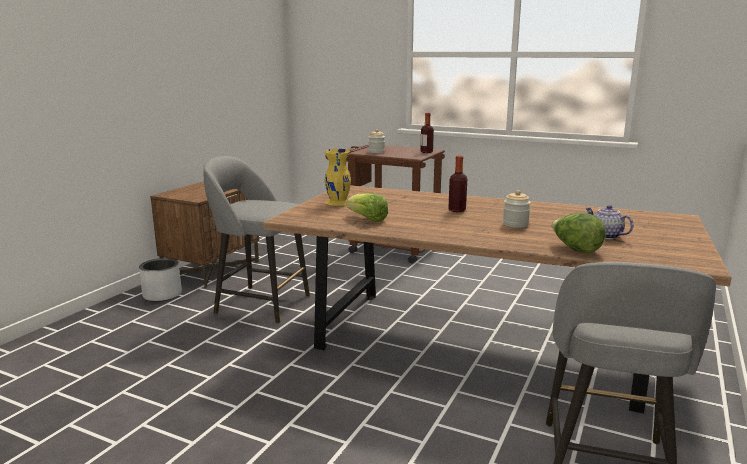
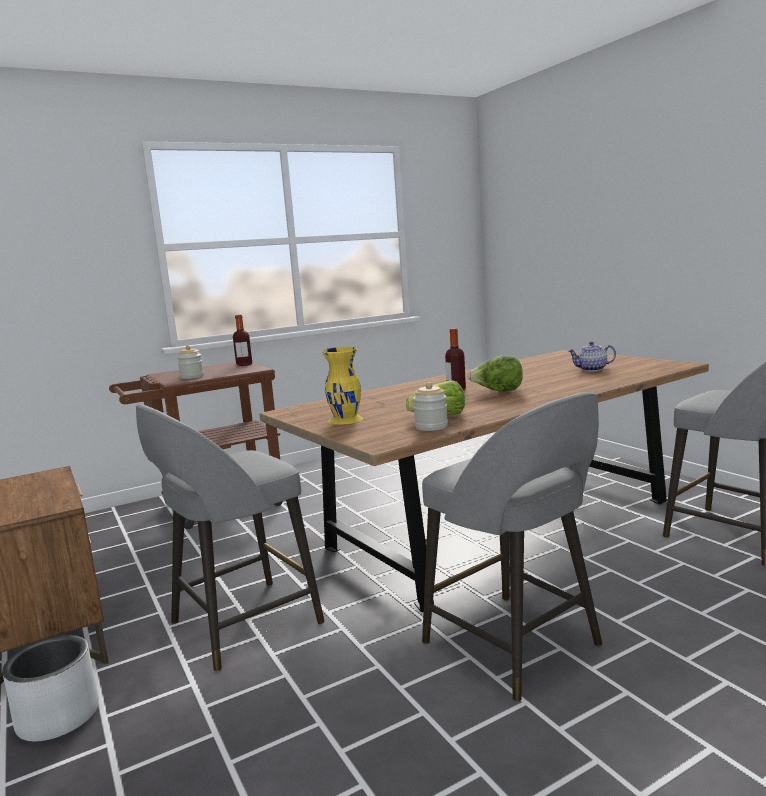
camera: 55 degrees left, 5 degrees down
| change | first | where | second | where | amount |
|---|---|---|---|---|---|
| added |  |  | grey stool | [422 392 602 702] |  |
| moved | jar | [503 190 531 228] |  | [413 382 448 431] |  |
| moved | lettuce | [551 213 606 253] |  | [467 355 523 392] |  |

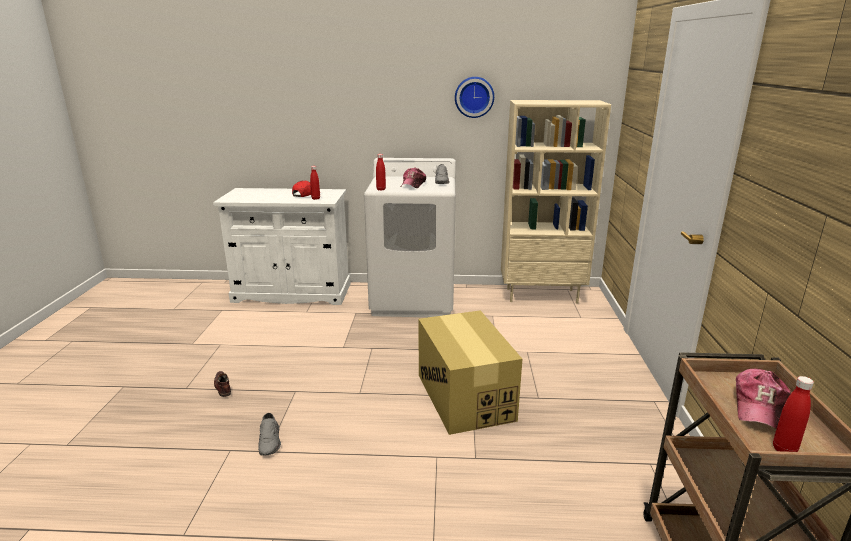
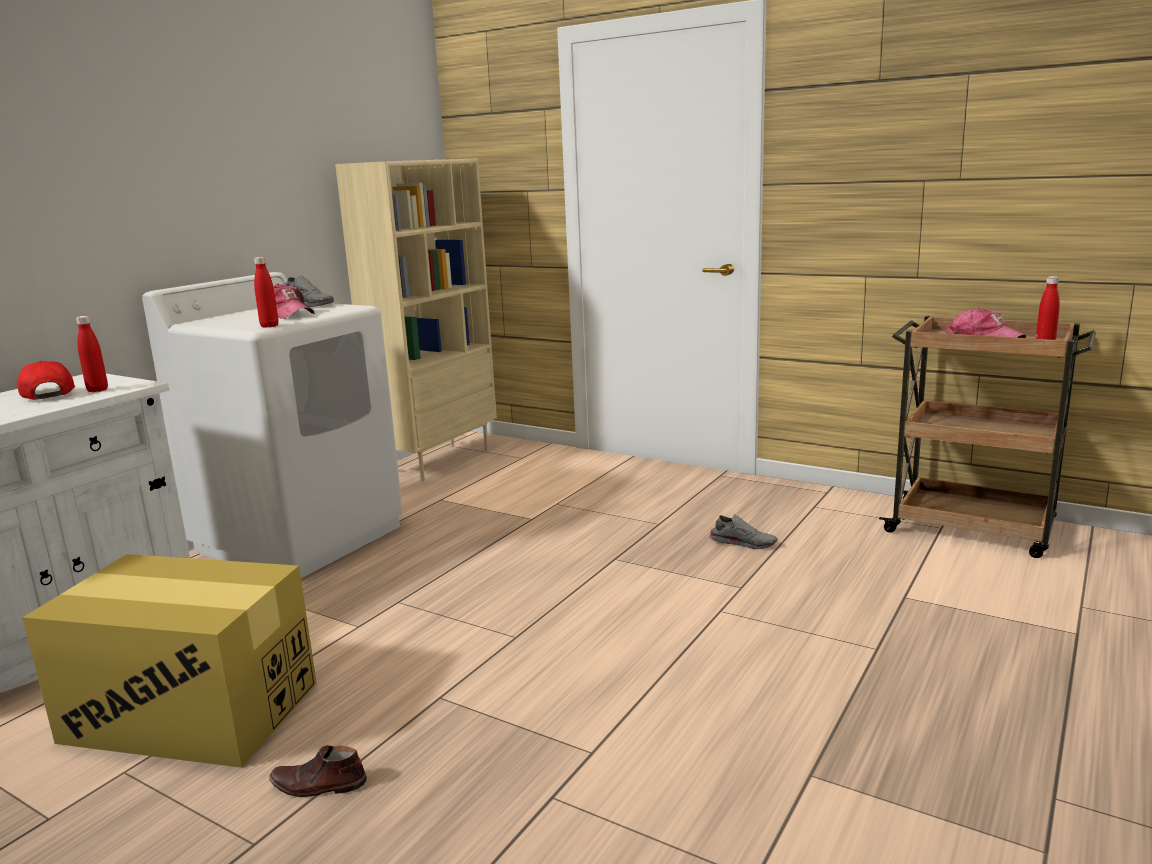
camera: 60 degrees left, 5 degrees down
| change | first | where | second | where | amount |
|---|---|---|---|---|---|
| removed | wall clock | [455 77 494 118] |  |  |  |
| moved | grey shoe | [258 413 281 456] |  | [709 514 778 549] |  |
| moved | cardboard box | [418 310 522 435] |  | [22 554 317 768] |  |

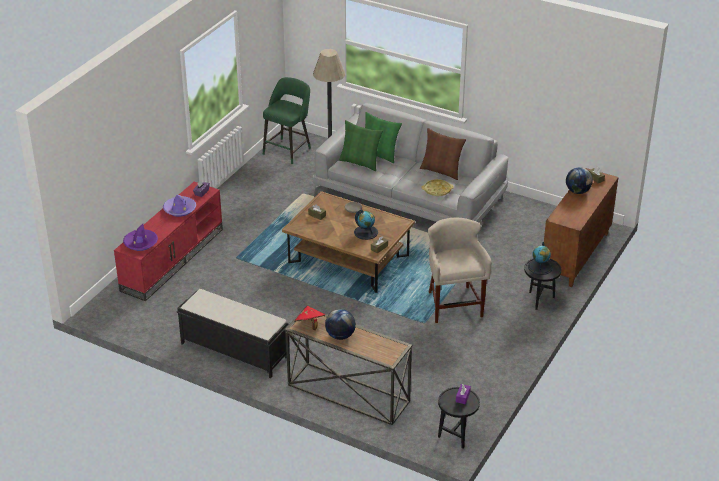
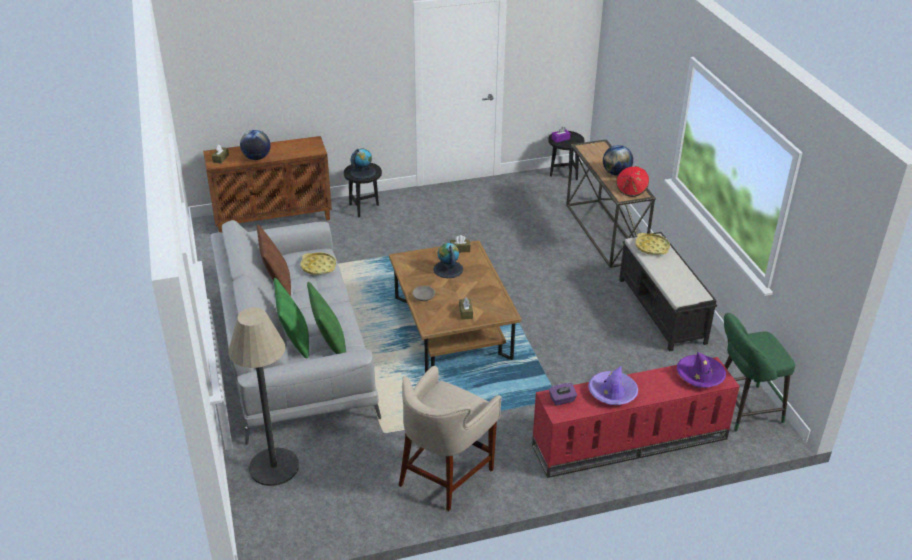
camera: 135 degrees left, 0 degrees up
| change | first | where | second | where | amount |
|---|---|---|---|---|---|
| added |  |  | yellow tray | [635 233 670 255] |  |
| moved | green stool | [263 77 311 164] |  | [724 313 795 431] |  |
| moved | beige stool | [428 218 492 323] |  | [398 366 502 511] |  |

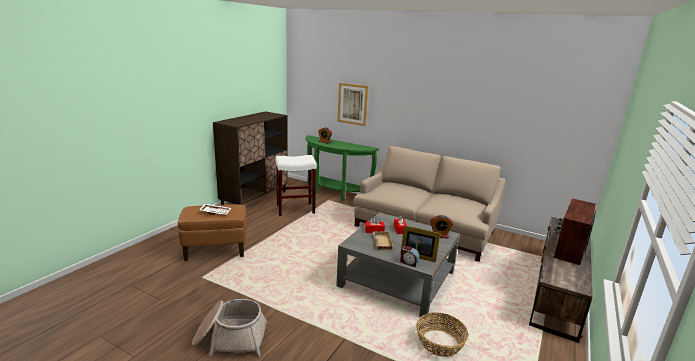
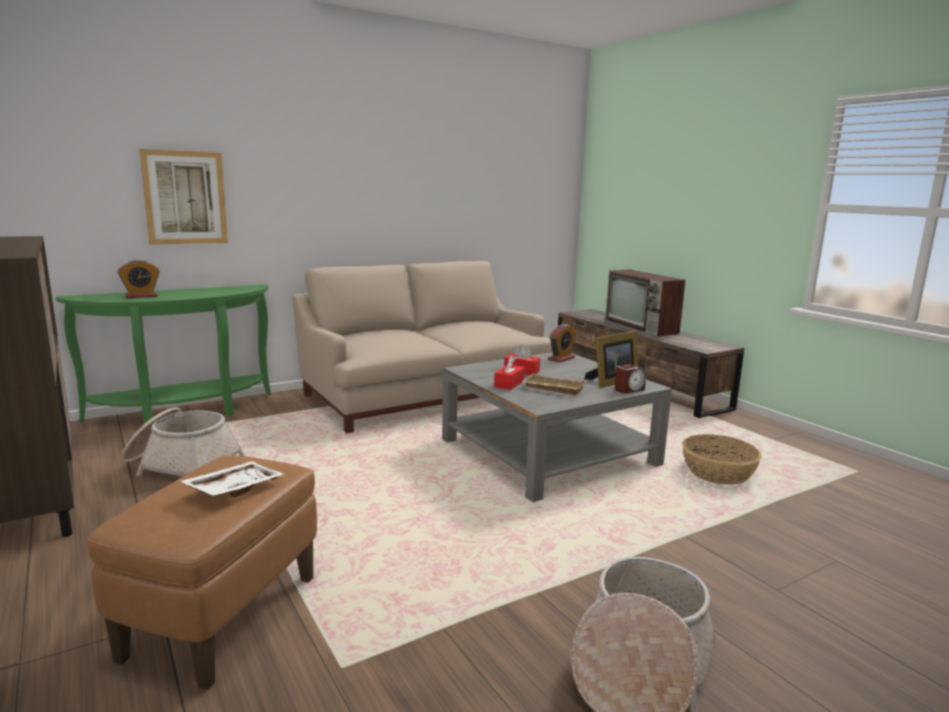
camera: 60 degrees left, 5 degrees down
| change | first | where | second | where | amount |
|---|---|---|---|---|---|
| replaced | white stool | [275 155 317 216] | basket | [122 407 245 476] |  |

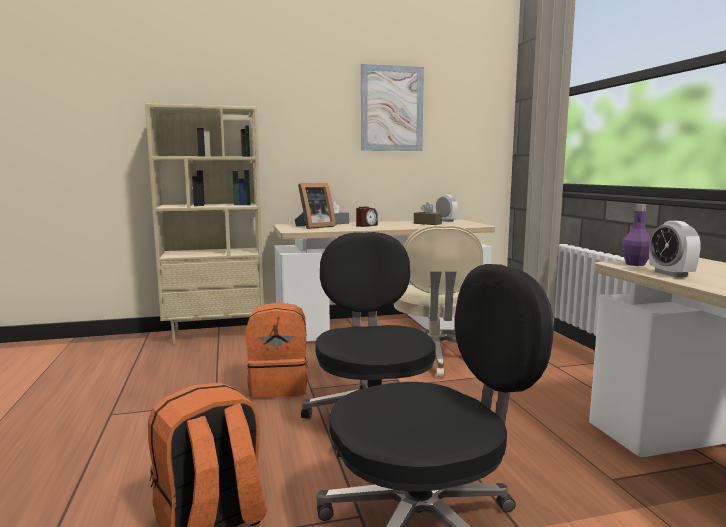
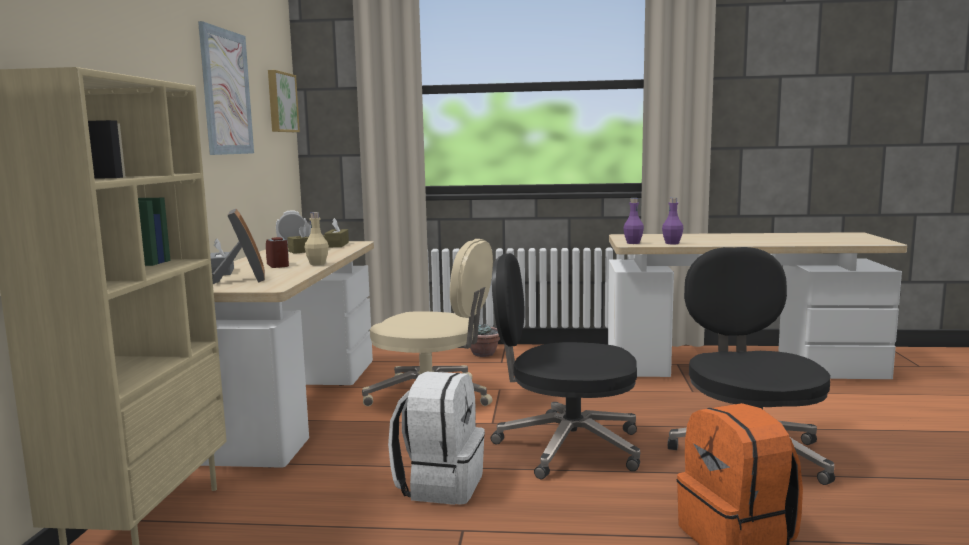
camera: 70 degrees left, 0 degrees up
| change | first | where | second | where | amount |
|---|---|---|---|---|---|
| added |  |  | picture | [268 70 300 132] |  |
| added |  |  | beige bottle | [305 212 329 265] |  |
| added |  |  | brown tissue box | [324 218 349 247] |  |
| added |  |  | potted plant | [470 324 500 357] |  |
| replaced | alarm clock | [649 221 701 277] | purple bottle | [662 198 683 244] |  |
| recoloured | orange backpack | [246 302 308 398] | white backpack | [388 371 485 505] |  |

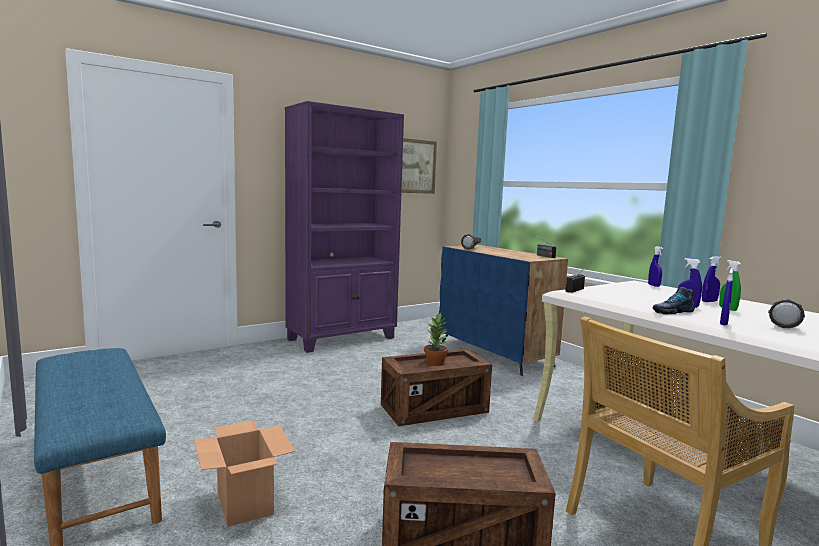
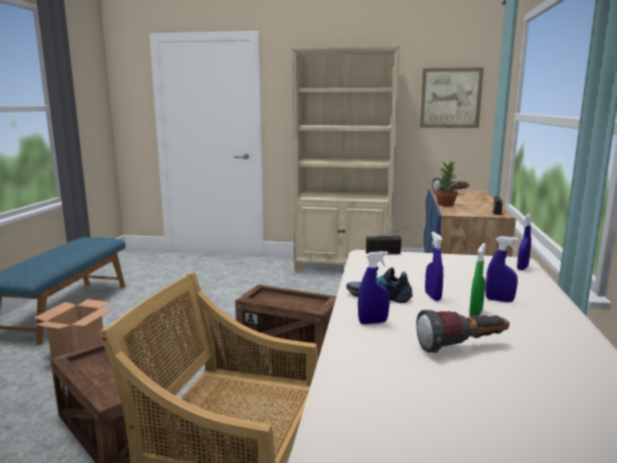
camera: 45 degrees right, 5 degrees up
| change | first | where | second | where | amount |
|---|---|---|---|---|---|
| moved | potted plant | [424 312 449 365] |  | [435 159 458 206] |  |
| recoloured | purple bookcase | [285 101 404 353] | beige bookcase | [292 46 400 273] |  |

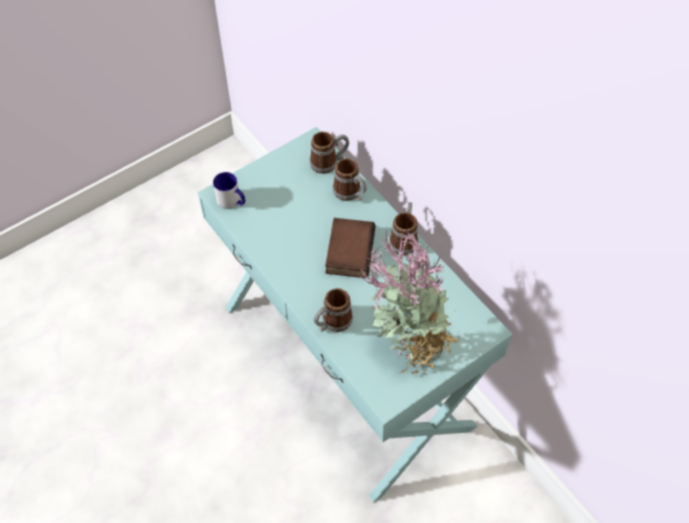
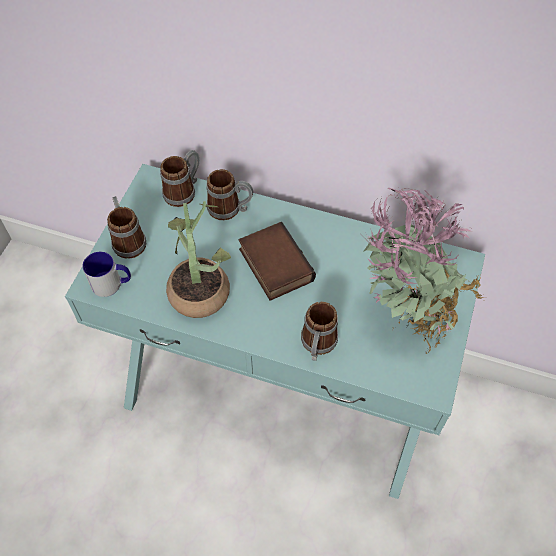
camera: 35 degrees left, 0 degrees up
| change | first | where | second | where | amount |
|---|---|---|---|---|---|
| added |  |  | potted plant | [166 201 231 318] |  |
| moved | mug | [389 202 418 255] |  | [107 196 146 259] |  |

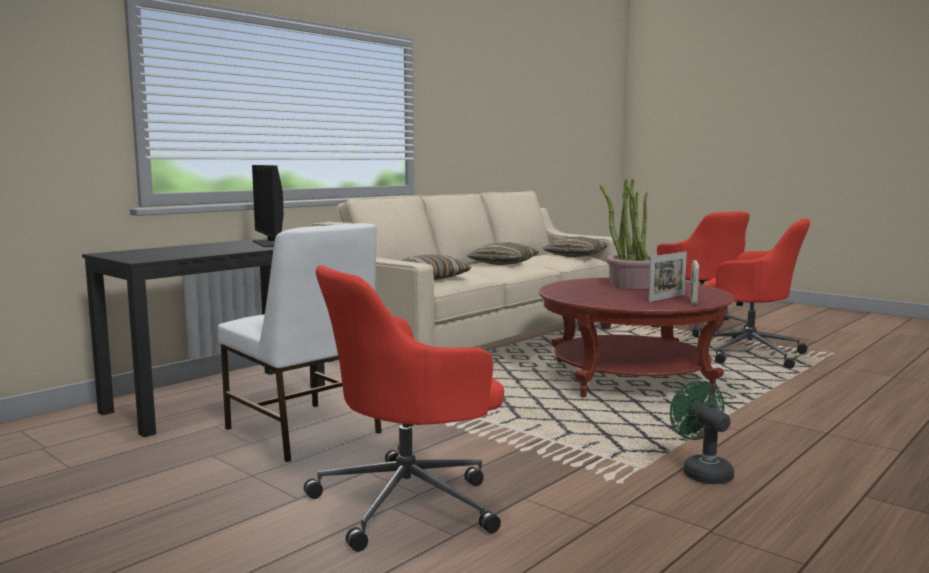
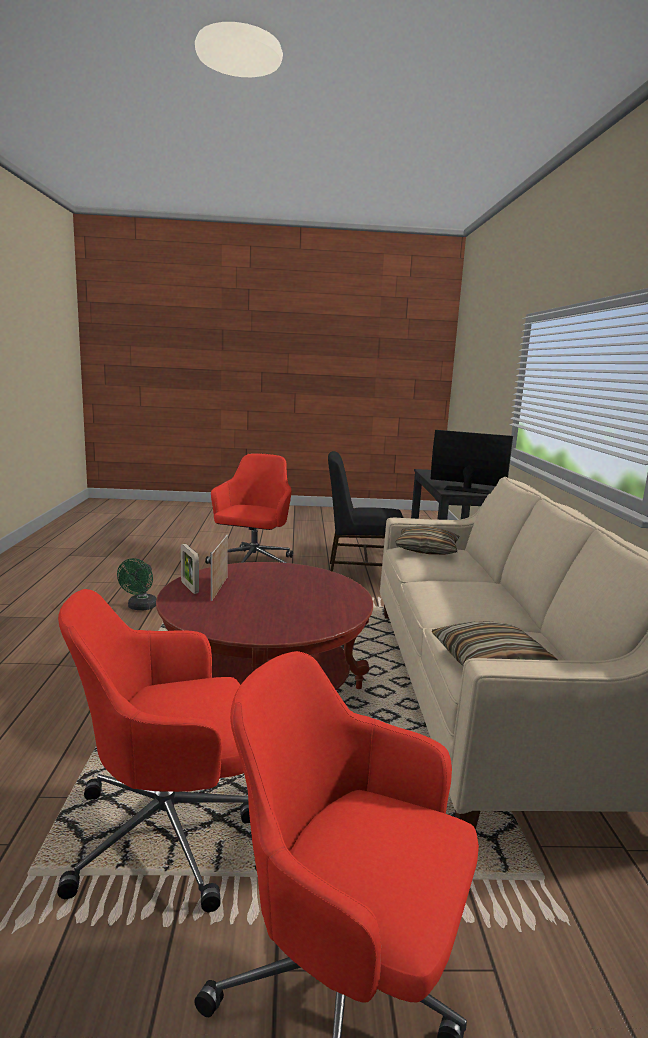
camera: 135 degrees right, 5 degrees up
| change | first | where | second | where | amount |
|---|---|---|---|---|---|
| removed | pillow | [466 242 539 265] |  |  |  |
| removed | potted plant | [600 179 651 289] |  |  |  |
| recoloured | white chair | [218 223 382 462] | black chair | [328 451 403 572] |  |
| turned | green fan | [670 380 734 484] |  | [117 558 157 610] | 75 degrees clockwise |

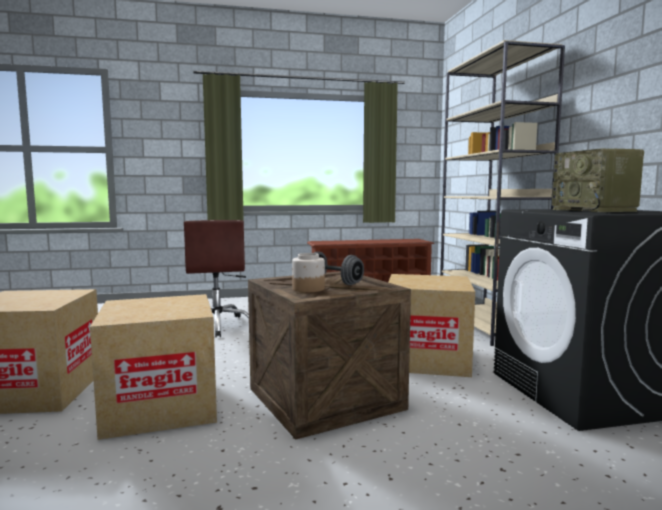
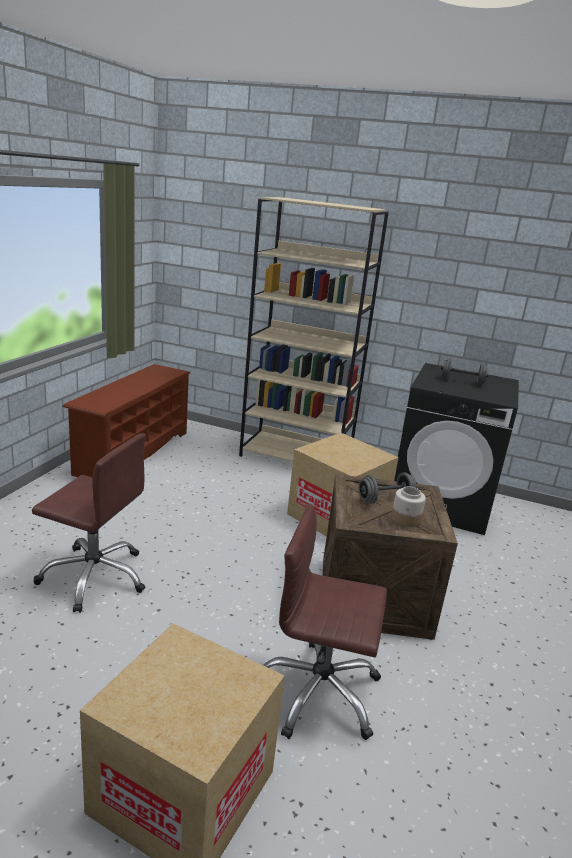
camera: 60 degrees left, 15 degrees up
| change | first | where | second | where | amount |
|---|---|---|---|---|---|
| replaced | cardboard box | [90 294 217 440] | brown office chair | [263 504 387 740] |  |
| replaced | radio | [552 148 644 212] | grey dumbbell | [441 358 489 385] |  |

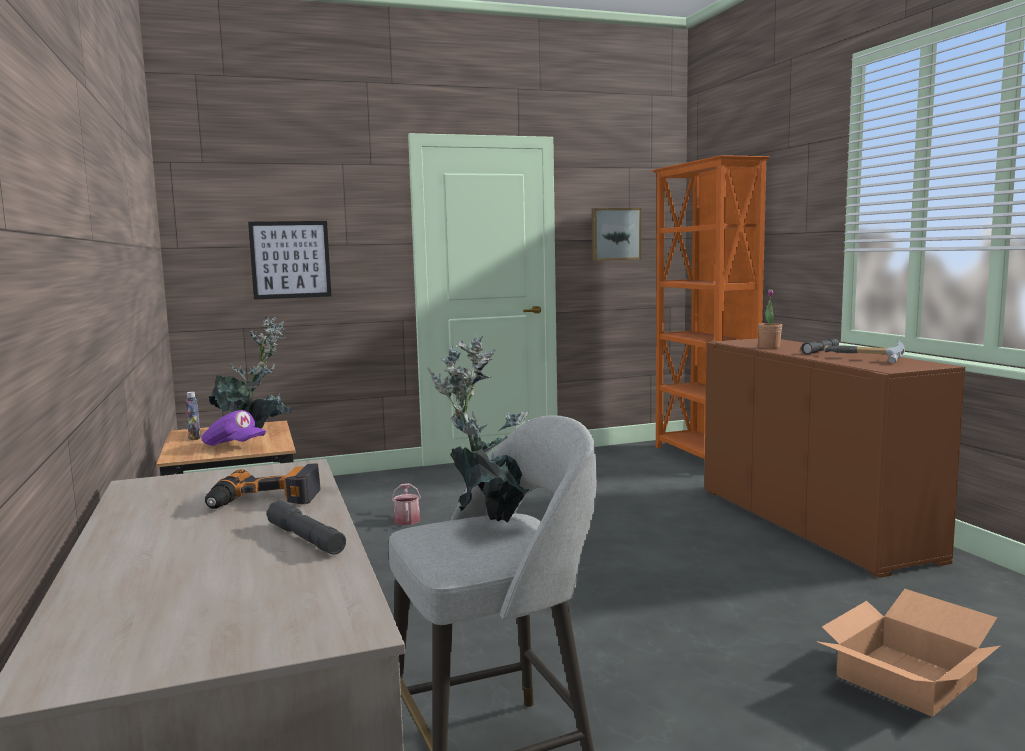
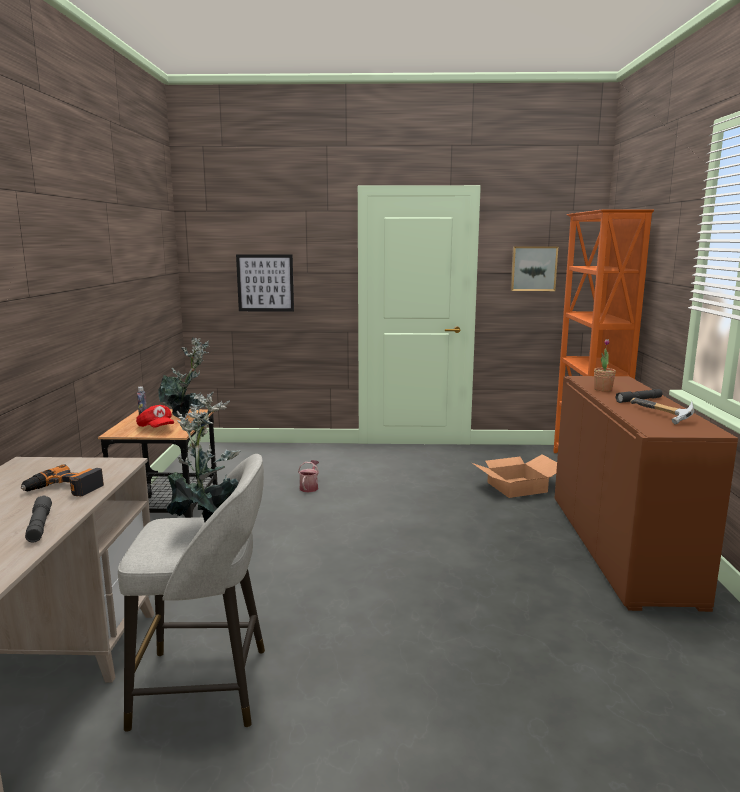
camera: 20 degrees right, 5 degrees up
| change | first | where | second | where | amount |
|---|---|---|---|---|---|
| moved | cardboard box | [816 589 1000 717] |  | [472 454 557 498] |  |
| recoloured | purple cap | [201 410 266 446] | red cap | [136 405 174 428] |  |

